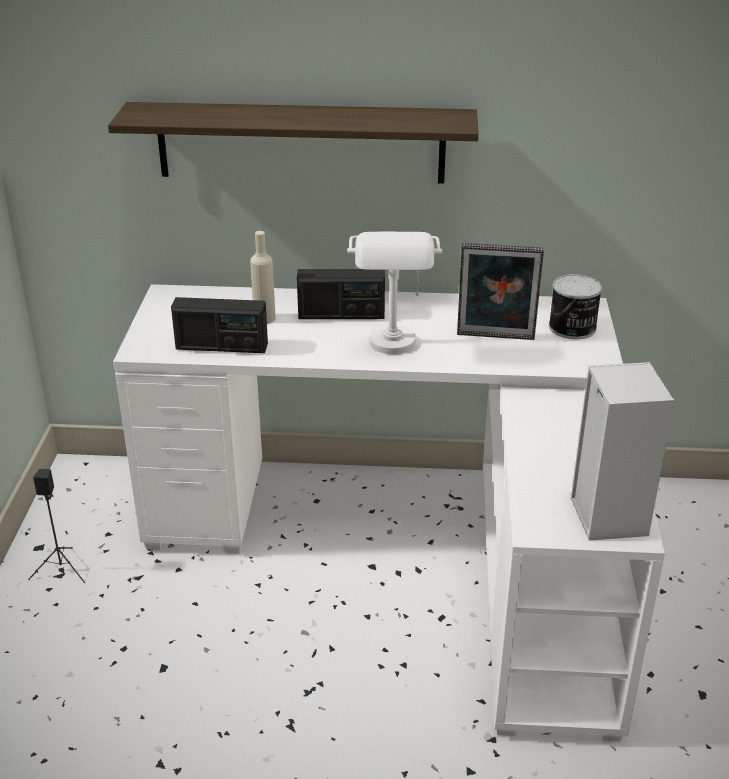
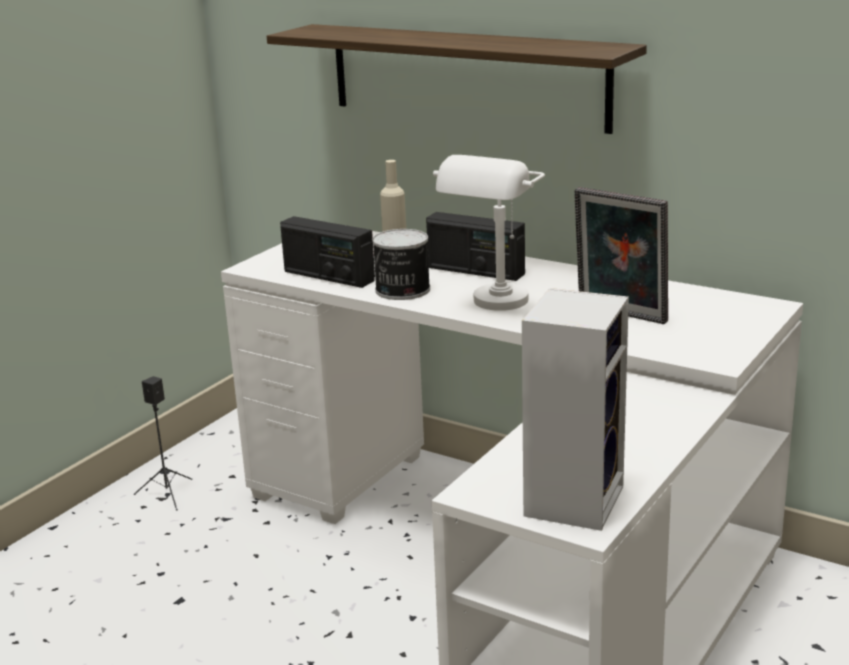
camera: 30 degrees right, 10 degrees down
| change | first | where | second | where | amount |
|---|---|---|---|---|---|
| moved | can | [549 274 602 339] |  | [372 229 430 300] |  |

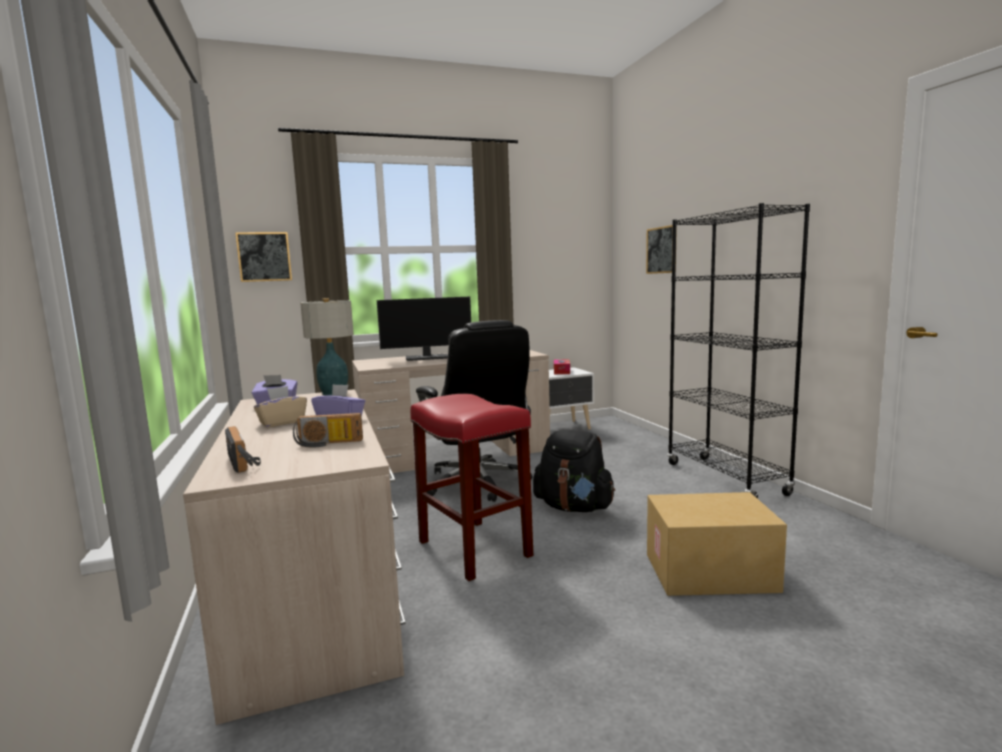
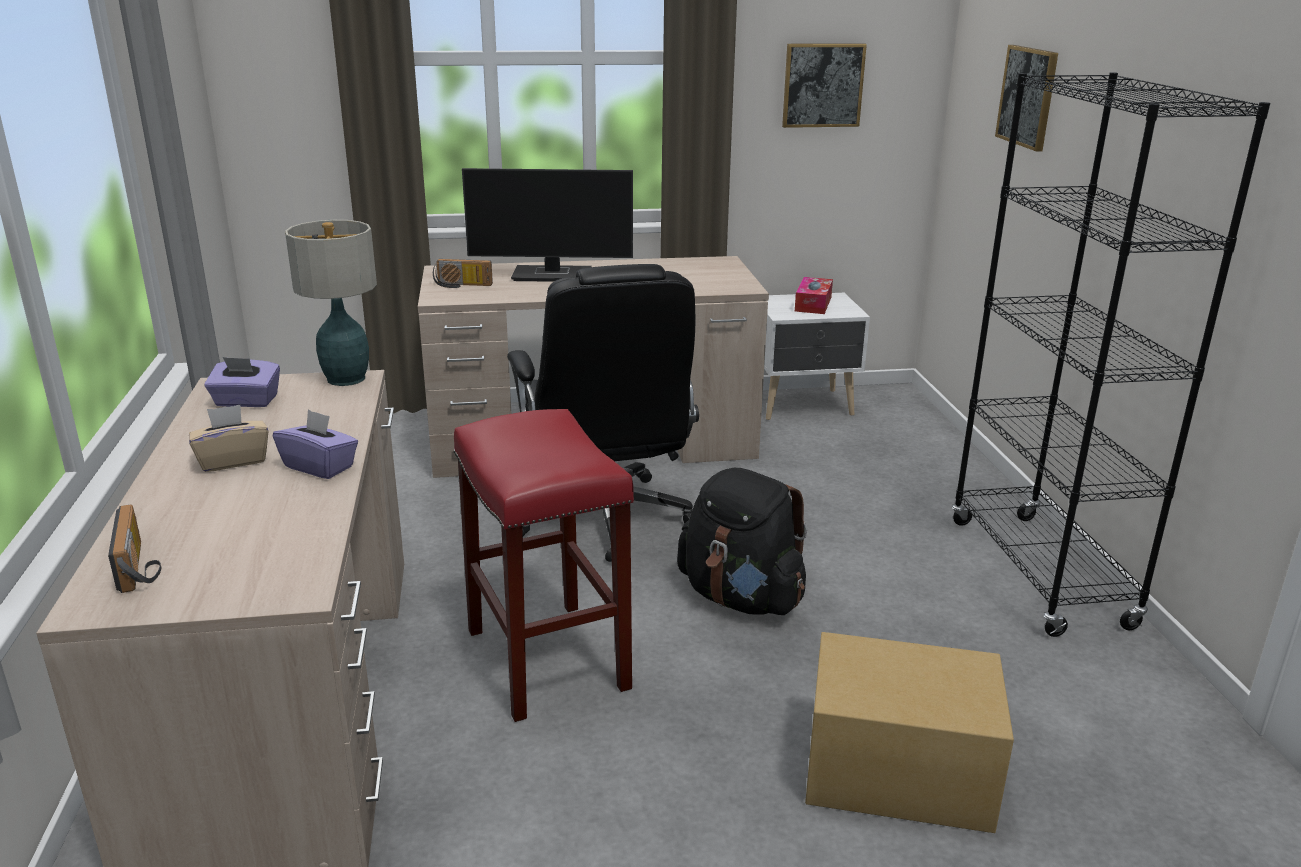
camera: 10 degrees right, 15 degrees up
| change | first | where | second | where | amount |
|---|---|---|---|---|---|
| moved | picture | [235 232 292 282] |  | [782 43 867 128] |  |
| moved | radio | [293 413 363 448] |  | [433 259 493 288] |  |

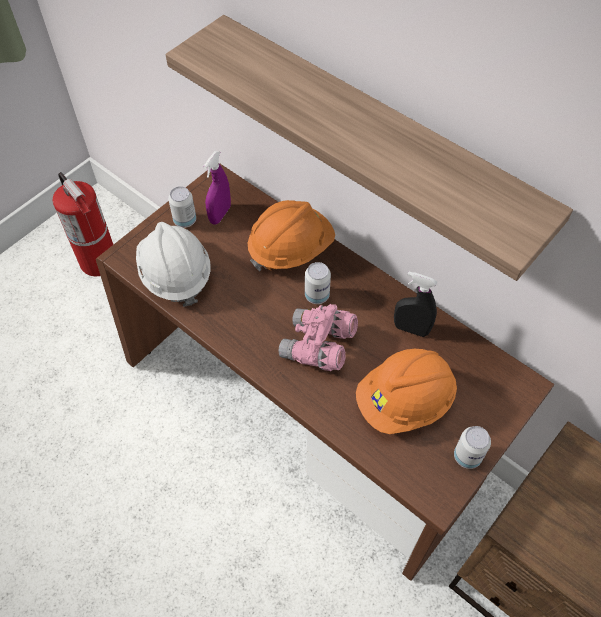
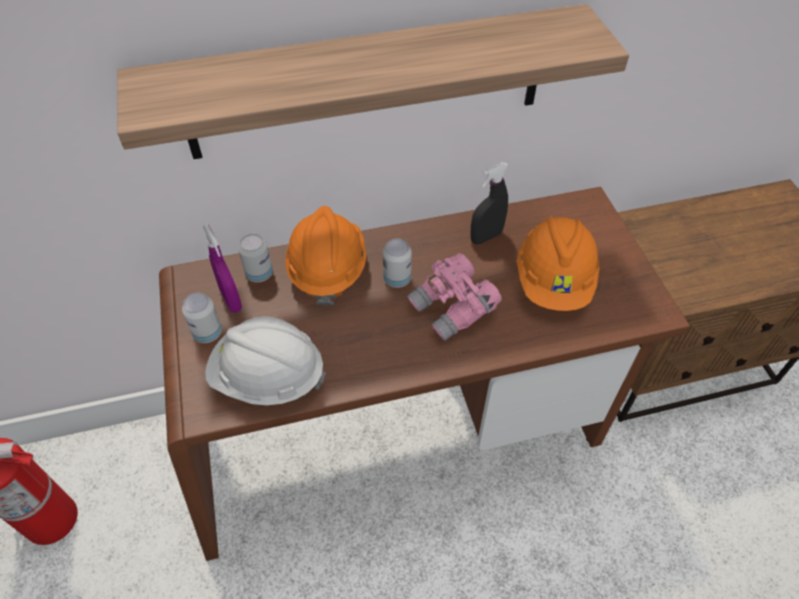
camera: 55 degrees left, 5 degrees down
| change | first | where | second | where | amount |
|---|---|---|---|---|---|
| moved | can | [454 426 491 469] |  | [238 233 273 282] |  |

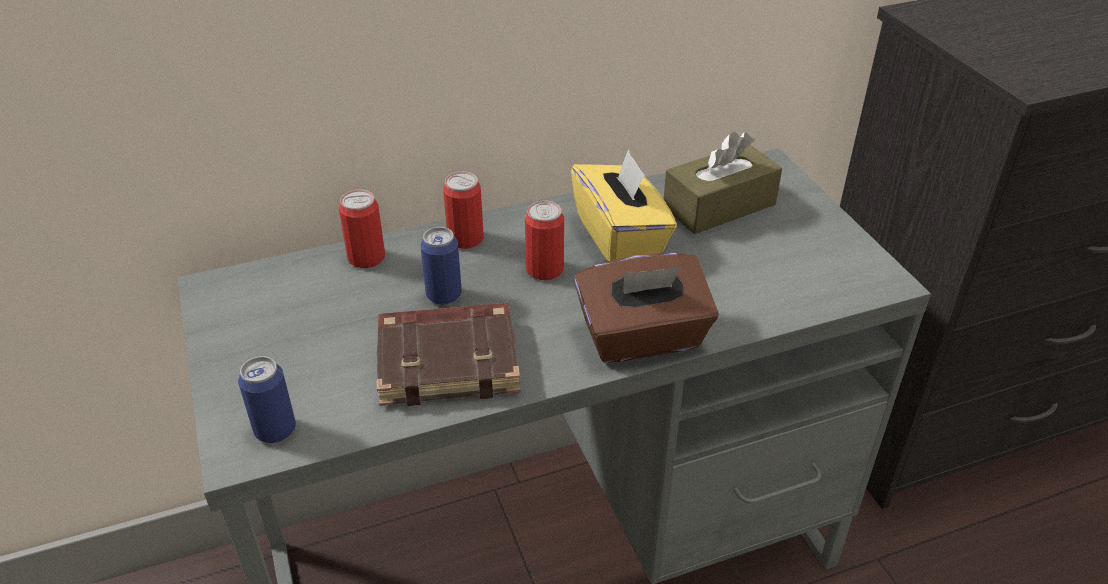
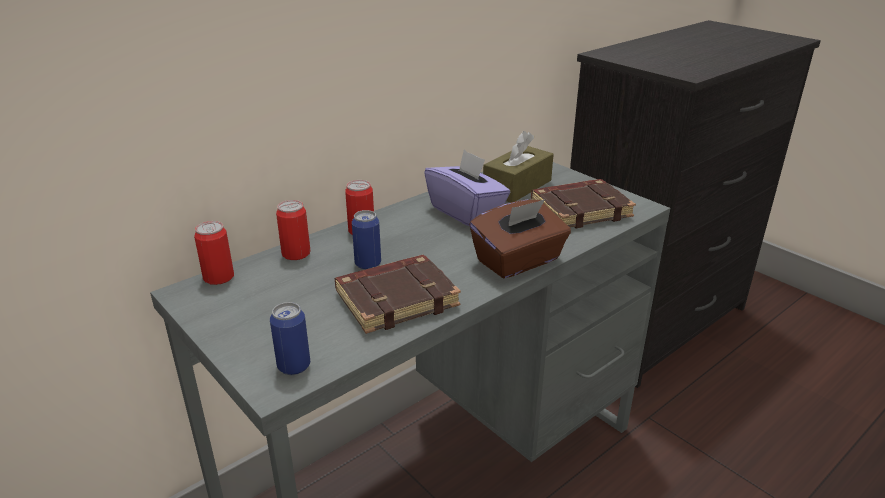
camera: 20 degrees left, 10 degrees down
| change | first | where | second | where | amount |
|---|---|---|---|---|---|
| added |  |  | brown book | [531 179 636 229] |  |
| moved | can | [525 201 564 280] |  | [194 221 234 285] |  |
| recoloured | yellow tissue box | [571 149 677 261] | purple tissue box | [424 149 510 227] |  |

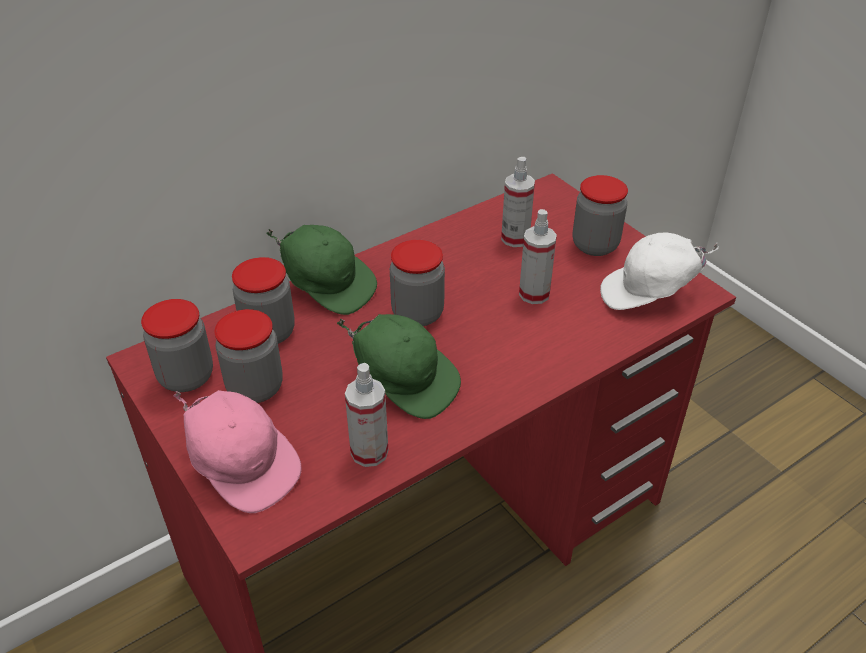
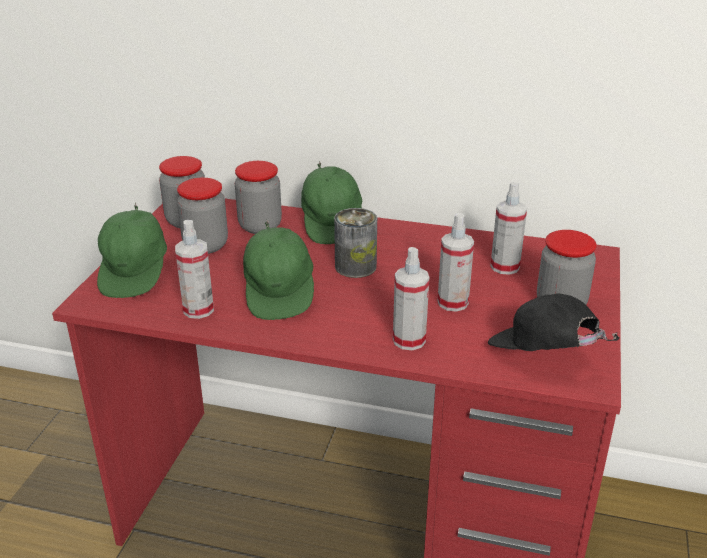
camera: 50 degrees right, 10 degrees down
| change | first | where | second | where | amount |
|---|---|---|---|---|---|
| added |  |  | spray bottle | [393 247 429 350] |  |
| replaced | jar | [390 240 445 326] | can | [334 208 377 278] |  |
| recoloured | pink cap | [173 390 302 513] | green cap | [97 203 167 298] |  |
| recoloured | white cap | [600 233 719 310] | black cap | [488 294 619 351] |  |

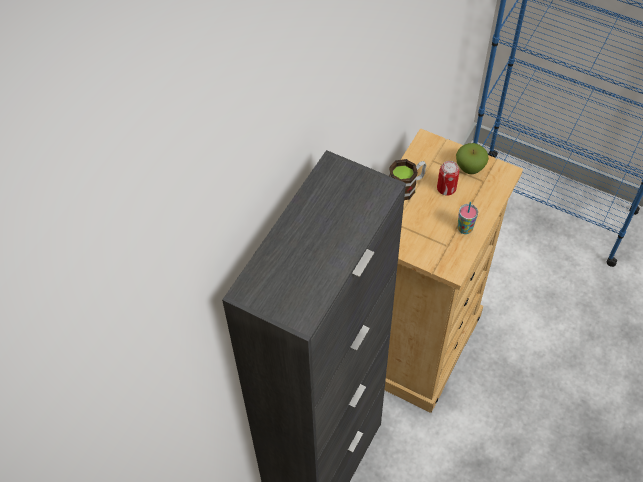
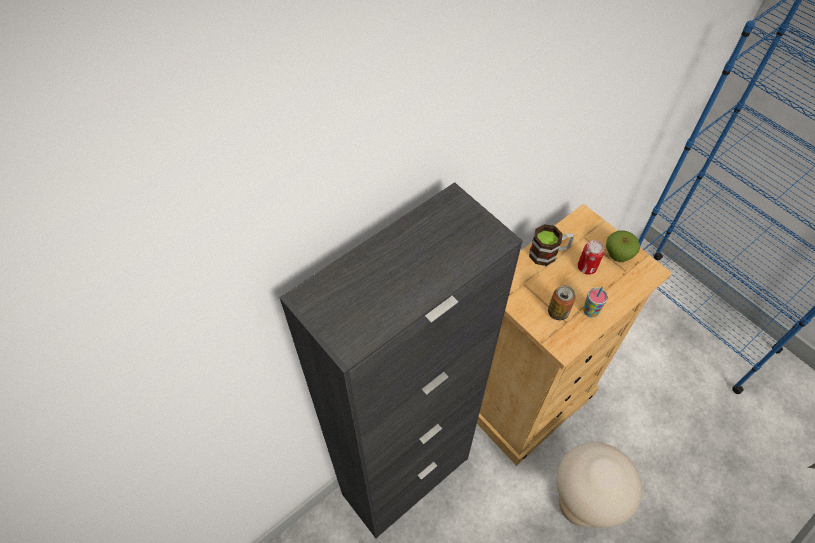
camera: 20 degrees right, 0 degrees up
| change | first | where | second | where | amount |
|---|---|---|---|---|---|
| added |  |  | can | [548 285 576 321] |  |
| added |  |  | beige stool | [557 442 642 528] |  |

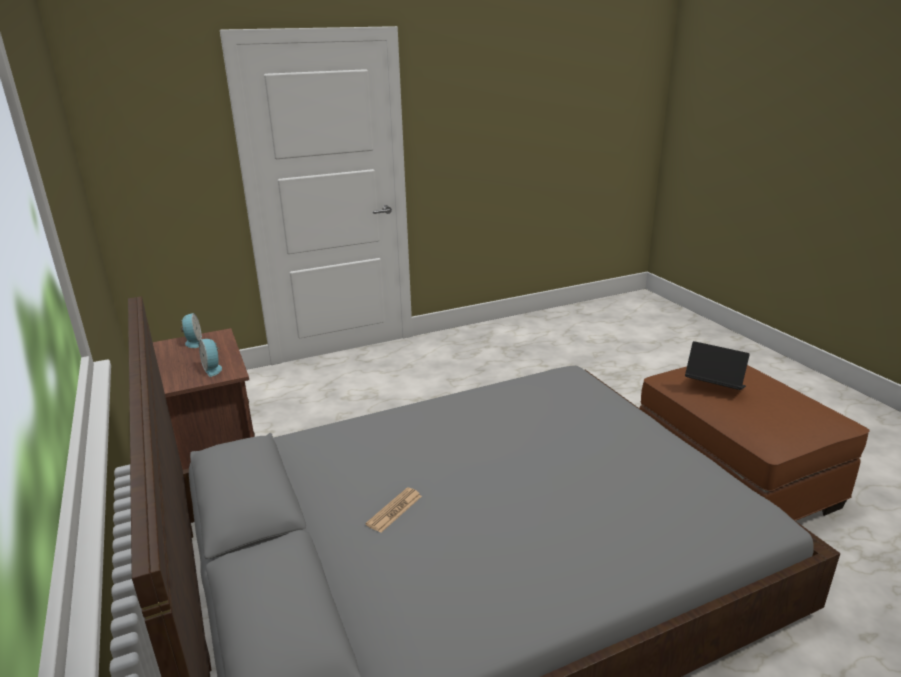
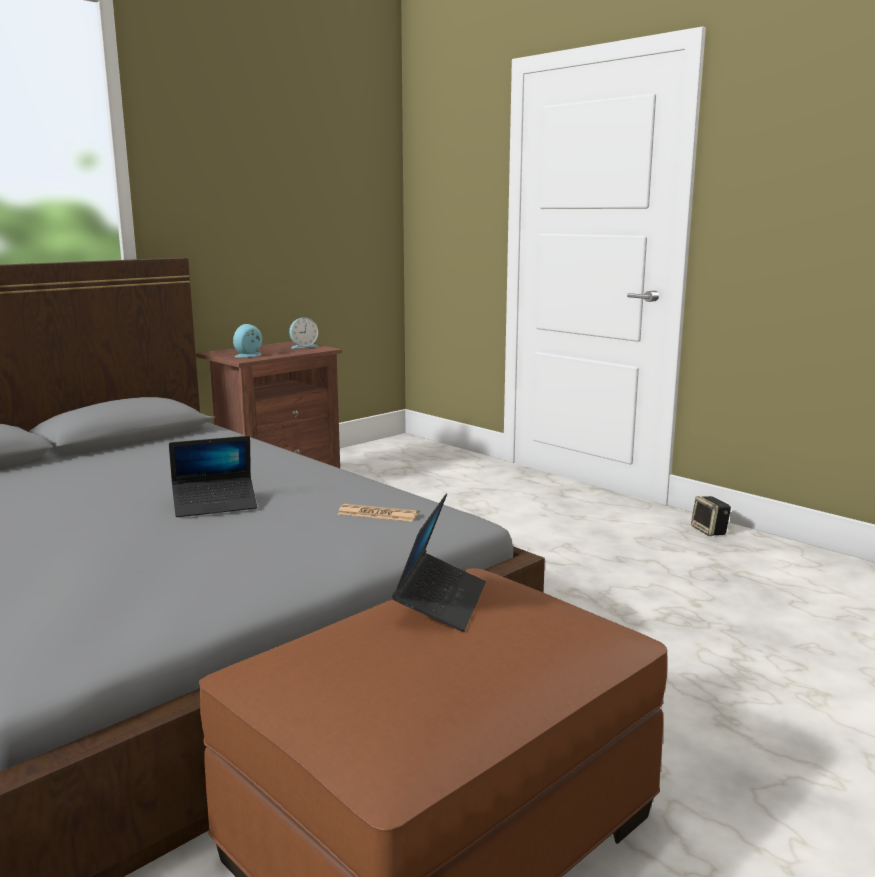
camera: 70 degrees right, 10 degrees down
| change | first | where | second | where | amount |
|---|---|---|---|---|---|
| added |  |  | laptop | [169 436 257 517] |  |
| added |  |  | speaker | [691 496 731 536] |  |
| moved | newspaper | [366 488 422 533] |  | [337 504 419 522] |  |

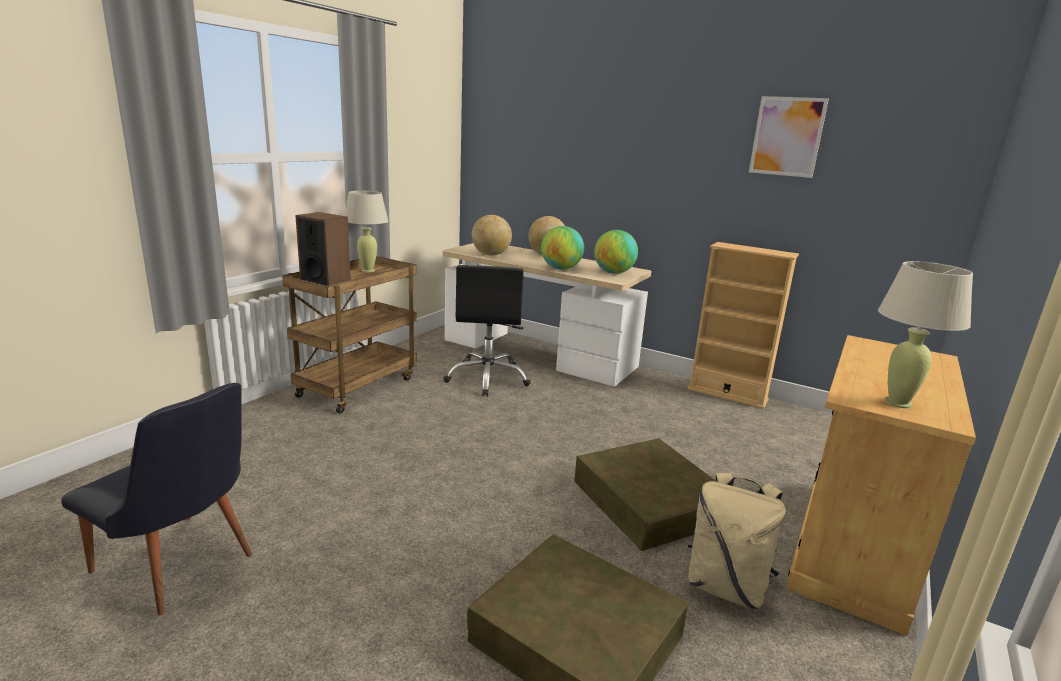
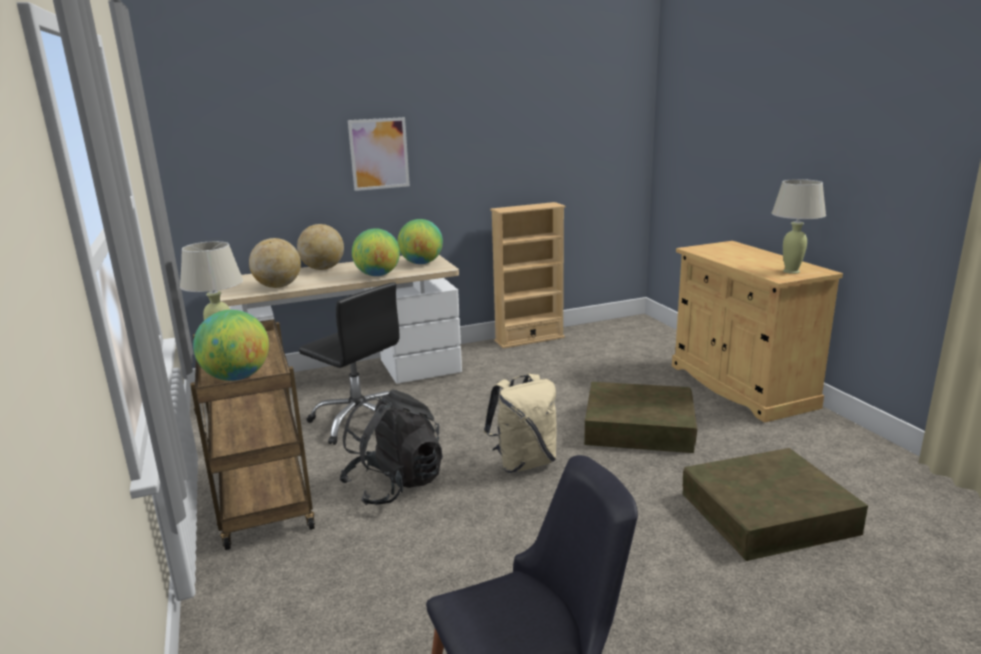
camera: 50 degrees left, 0 degrees up
| change | first | where | second | where | amount |
|---|---|---|---|---|---|
| added |  |  | black backpack | [340 390 443 505] |  |
| moved | beige backpack | [688 473 786 609] |  | [484 373 557 473] |  |
| moved | picture | [749 96 829 178] |  | [348 117 410 191] |  |
| replaced | speaker | [295 212 351 286] | globe | [193 310 269 381] |  |

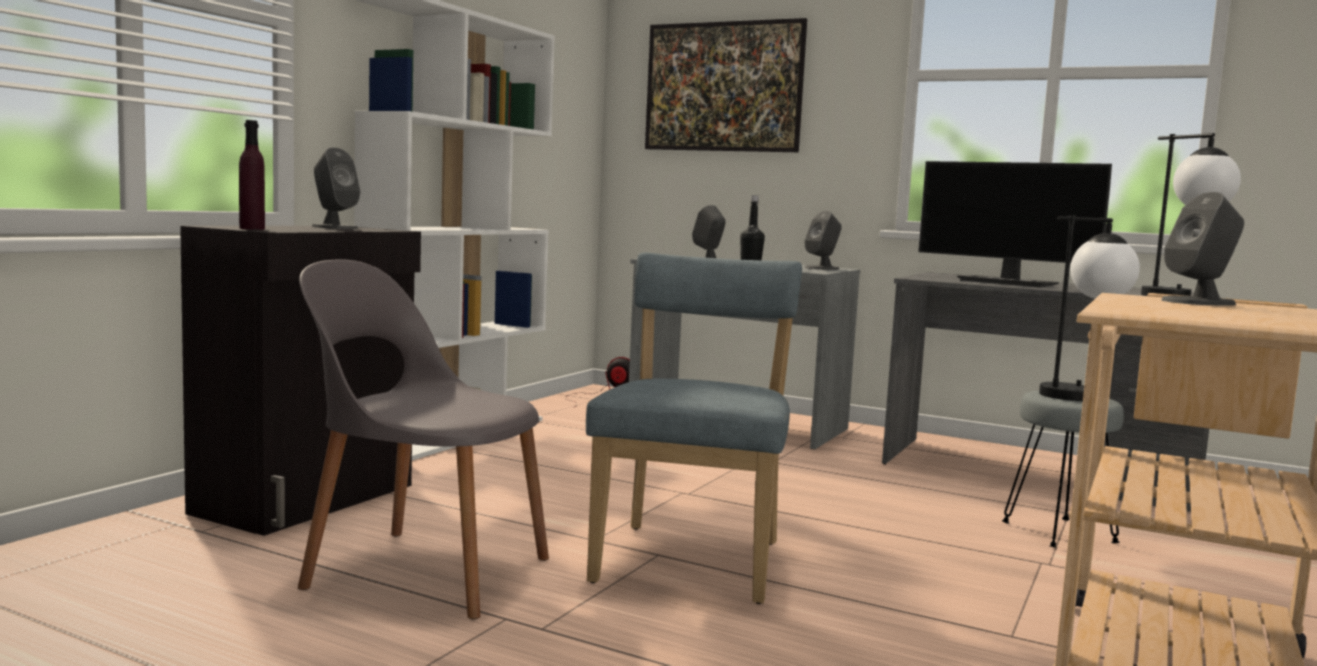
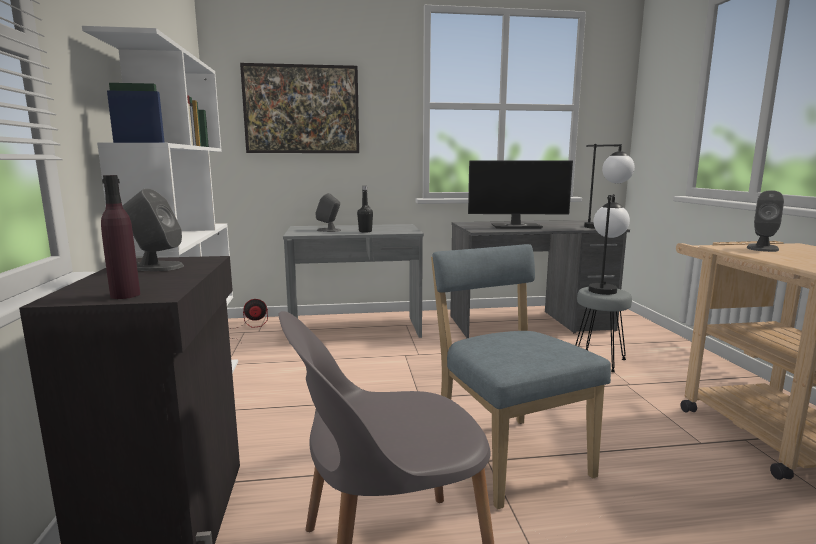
camera: 35 degrees left, 5 degrees up
| change | first | where | second | where | amount |
|---|---|---|---|---|---|
| removed | grey speaker | [804 211 842 270] |  |  |  |

